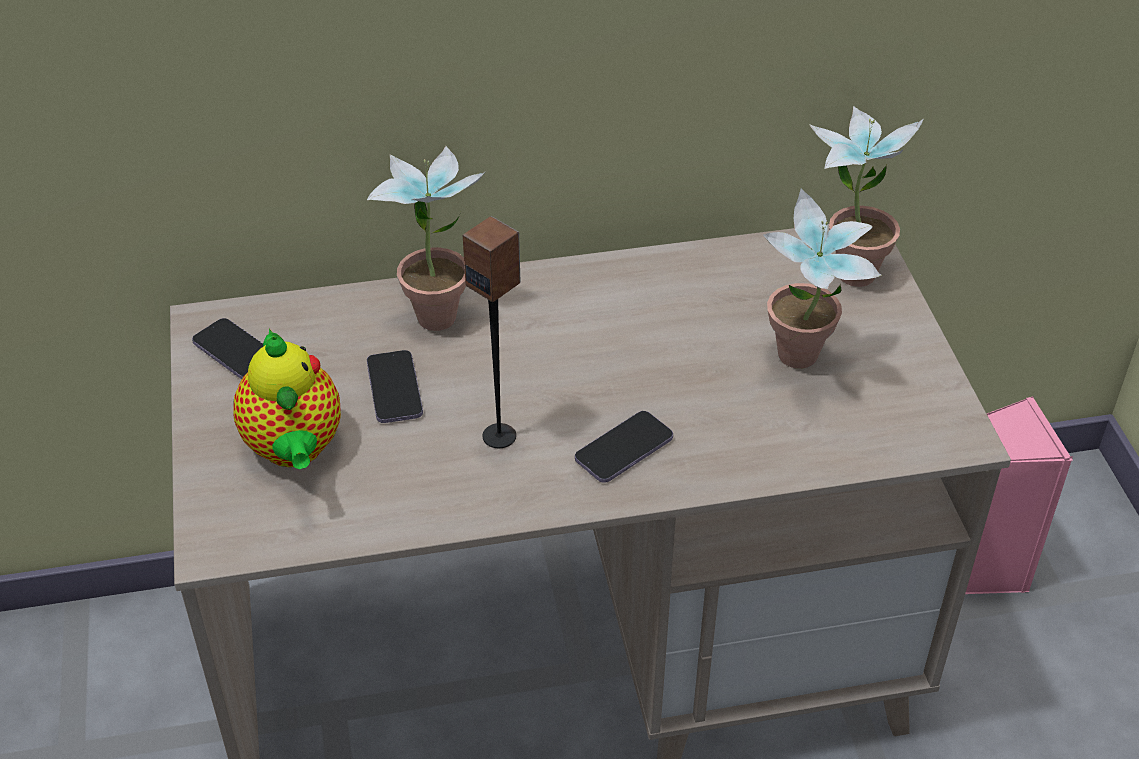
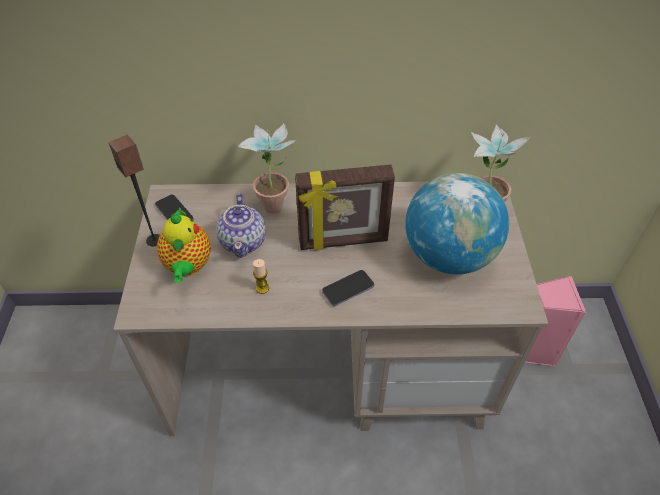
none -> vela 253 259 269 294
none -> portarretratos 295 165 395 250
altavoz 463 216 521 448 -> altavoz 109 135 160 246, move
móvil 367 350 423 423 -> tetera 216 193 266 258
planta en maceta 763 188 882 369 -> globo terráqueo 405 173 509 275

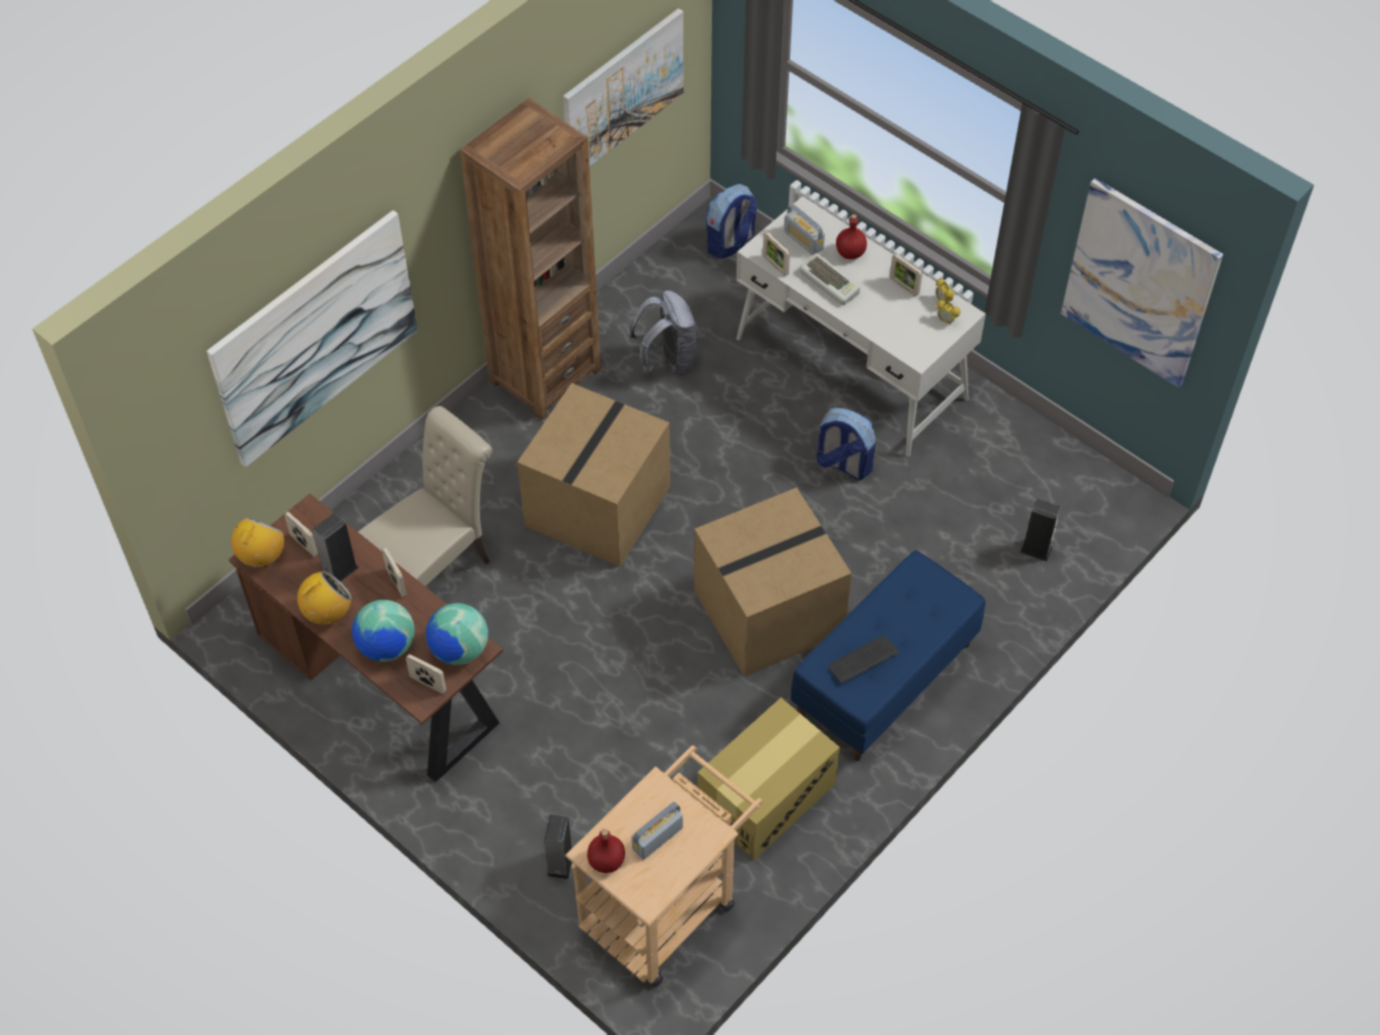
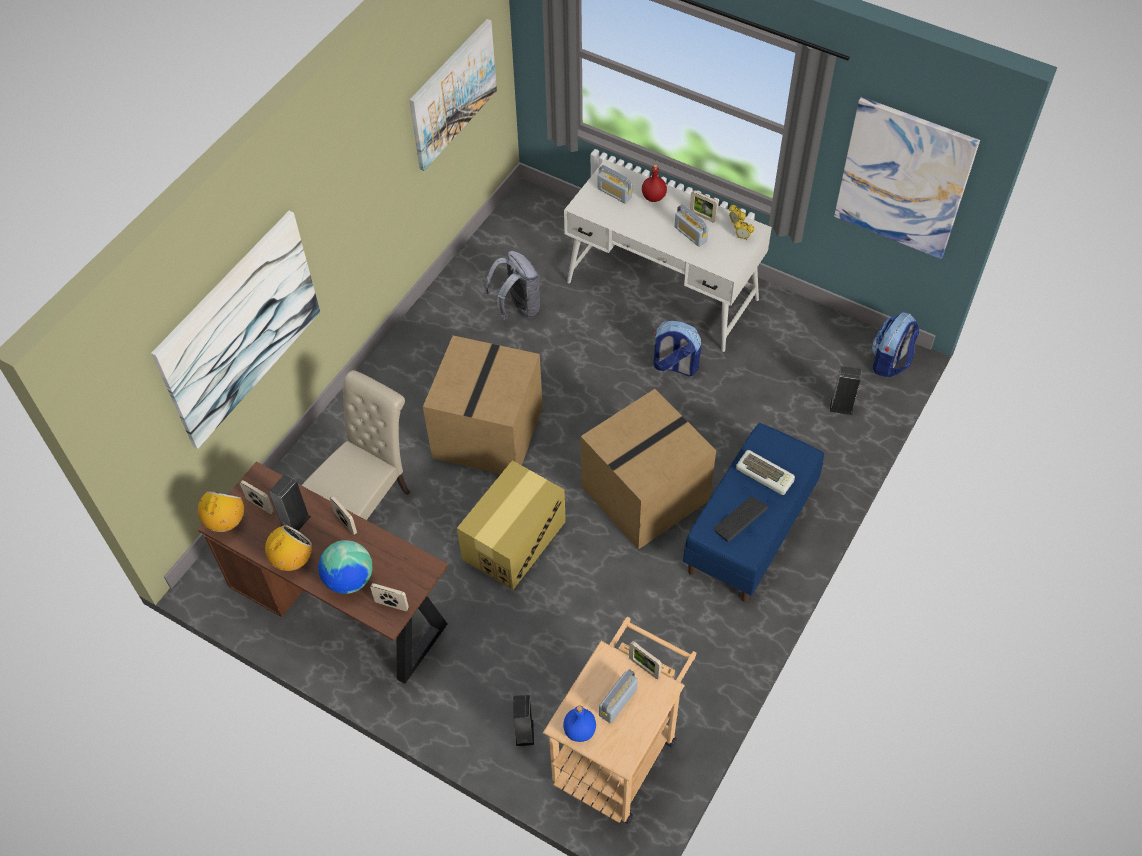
globo terráqueo 426 603 488 665 -> none
estantería (marrón) 460 98 601 421 -> none
none -> radio 674 204 709 247
caja de cartón 698 698 840 860 -> caja de cartón 457 460 566 590, move
mochila 707 184 757 259 -> mochila 872 312 919 377, move
portarretratos 763 232 790 276 -> portarretratos 629 641 662 679, move
teclado 799 253 860 305 -> teclado 736 450 795 495, move
botella (rojo) 587 829 625 873 -> botella (azul) 563 706 596 742

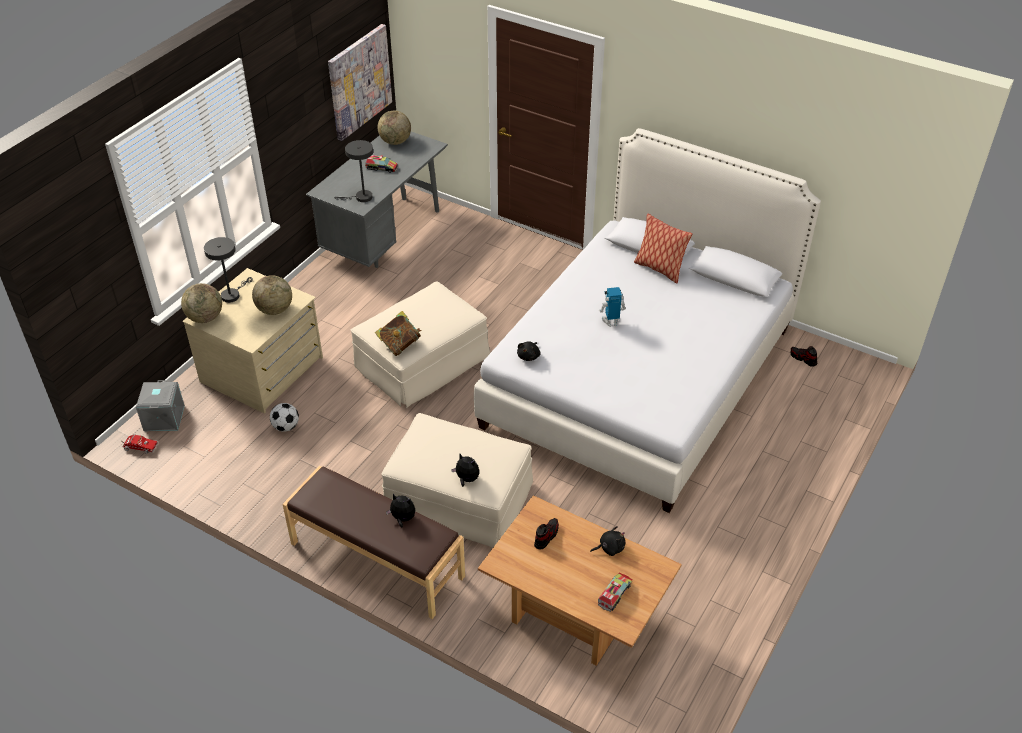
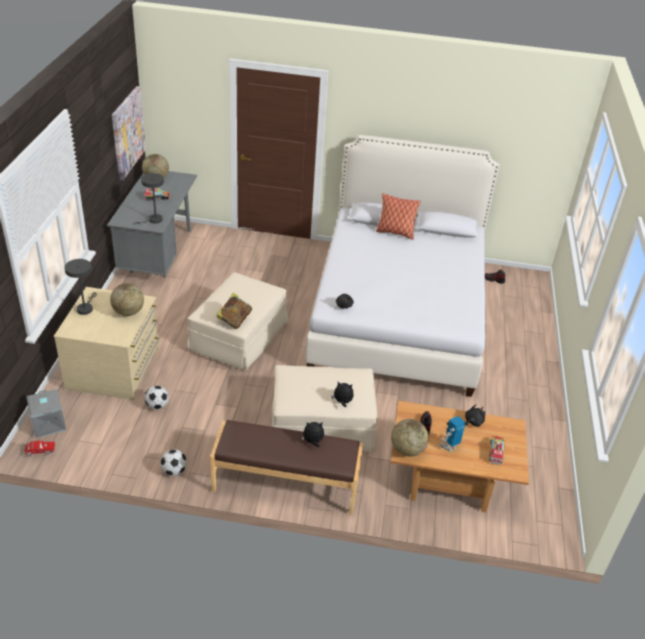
none -> balón de fútbol 161 449 187 476
globo terráqueo 181 283 222 323 -> globo terráqueo 391 419 429 457, move
robot de juguete 599 287 626 327 -> robot de juguete 439 416 466 452, move

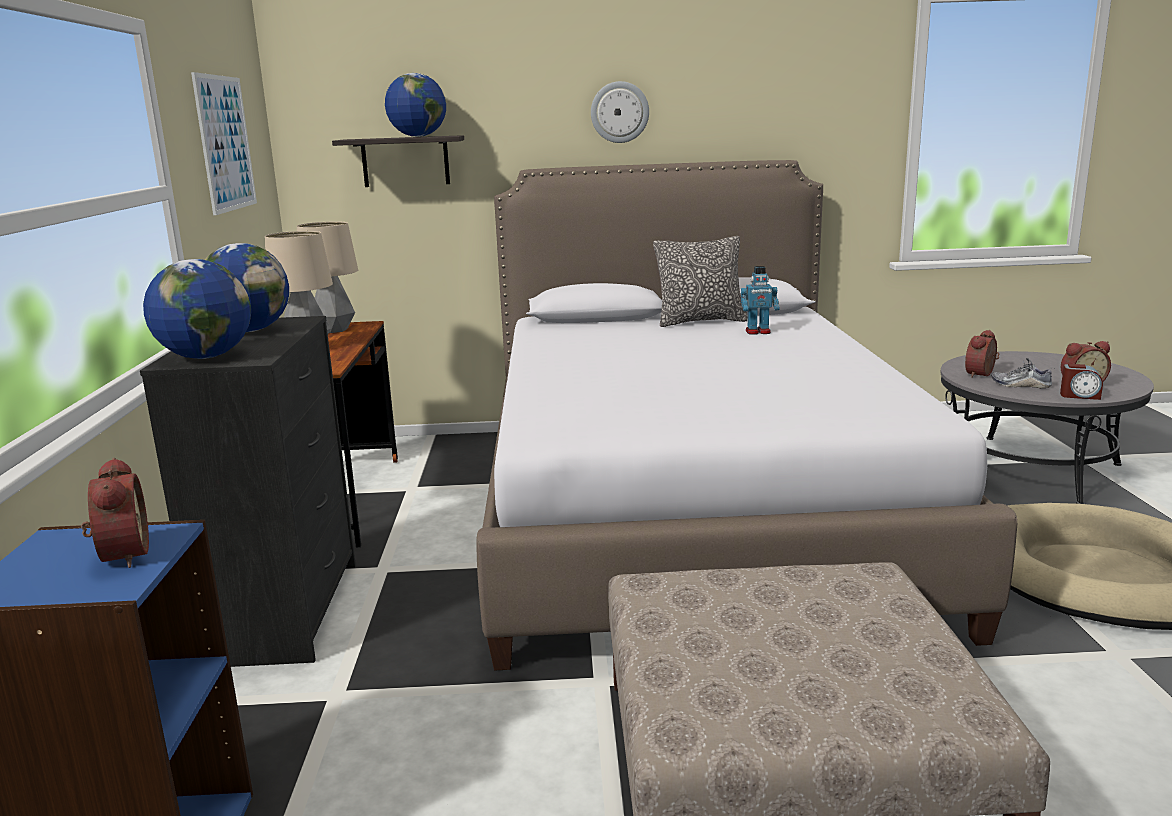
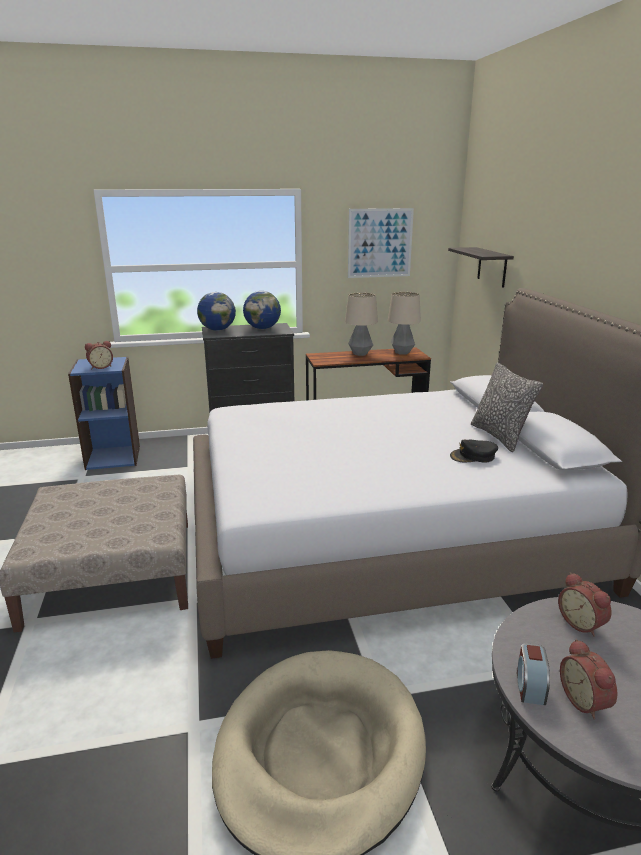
globo terráqueo 385 73 446 137 -> none
reloj de pared 591 81 649 143 -> none
zapato 992 358 1052 388 -> none
robot de juguete 741 266 780 335 -> gorra (negro) 450 440 498 463
despertador 965 330 1000 378 -> despertador 558 572 612 637, 150 degrees counterclockwise

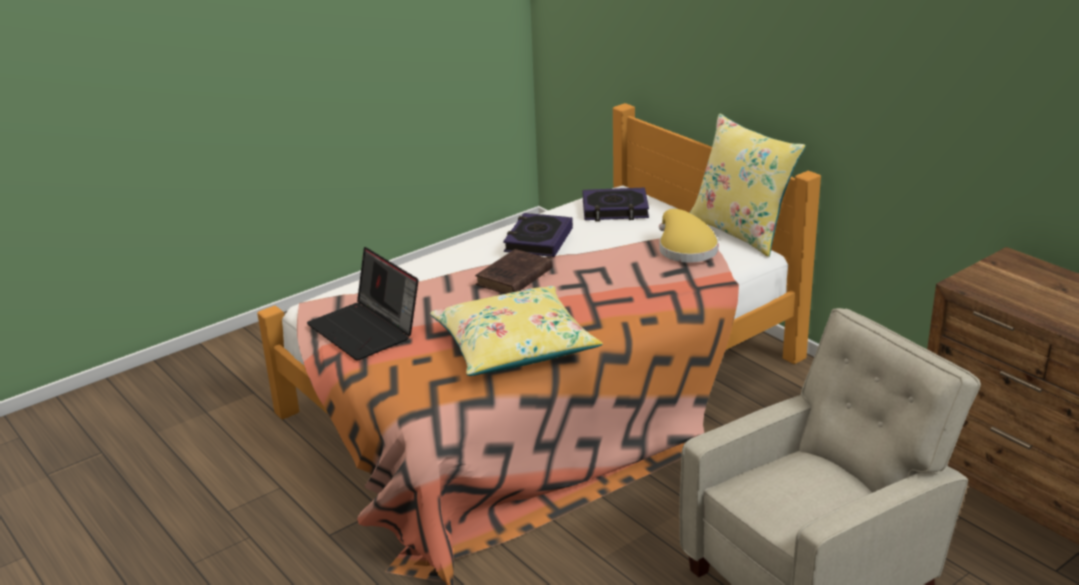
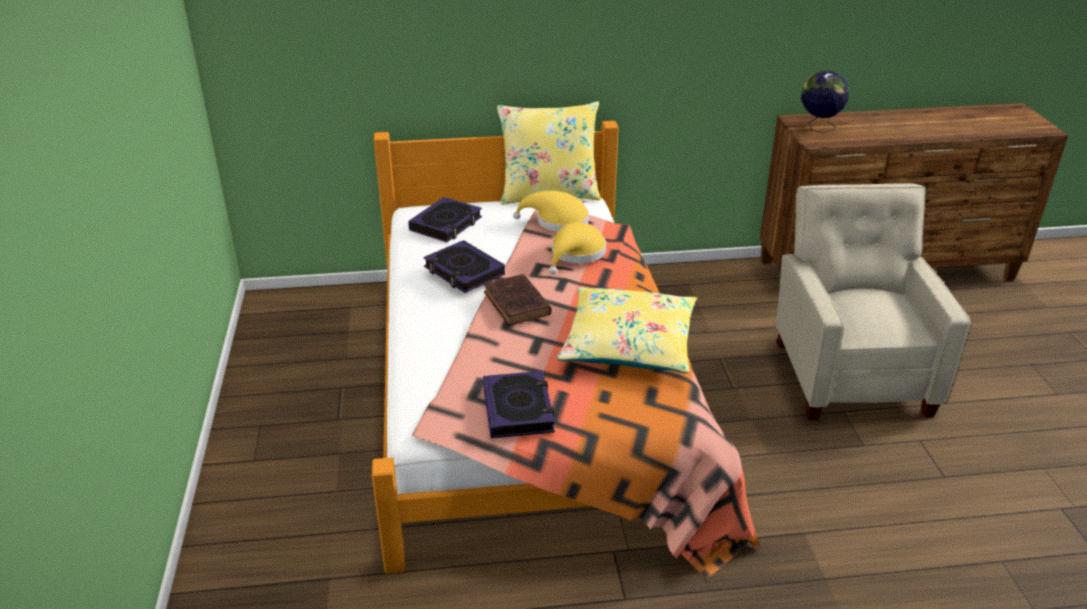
none -> sombrero (amarillo) 549 222 606 274
none -> globo terráqueo 801 70 849 132
portátil 307 247 419 361 -> libro 483 371 555 438

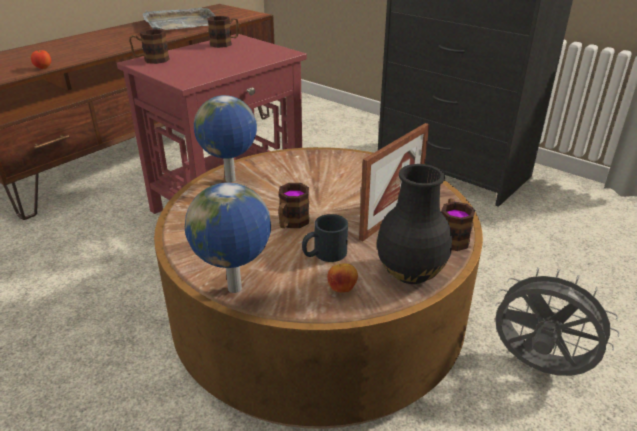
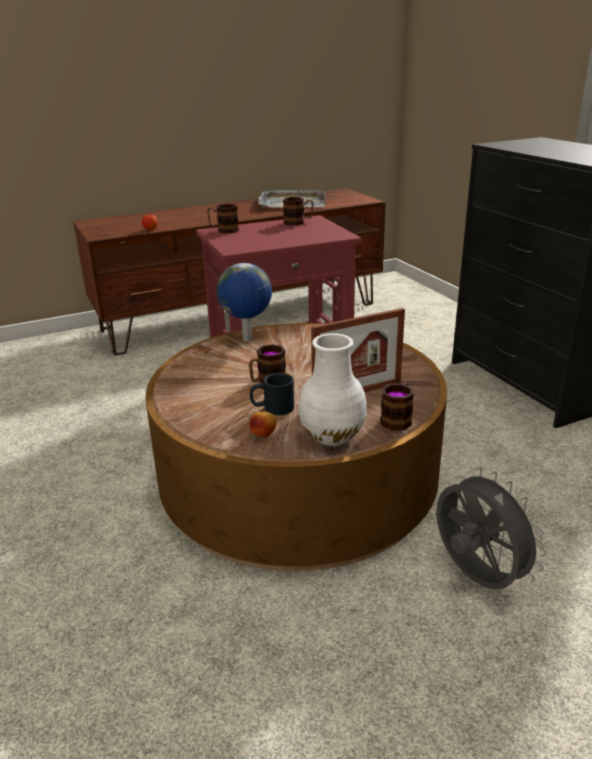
globo terráqueo 185 182 271 293 -> none
florero (negro) 377 164 452 284 -> florero (blanco) 298 333 367 446

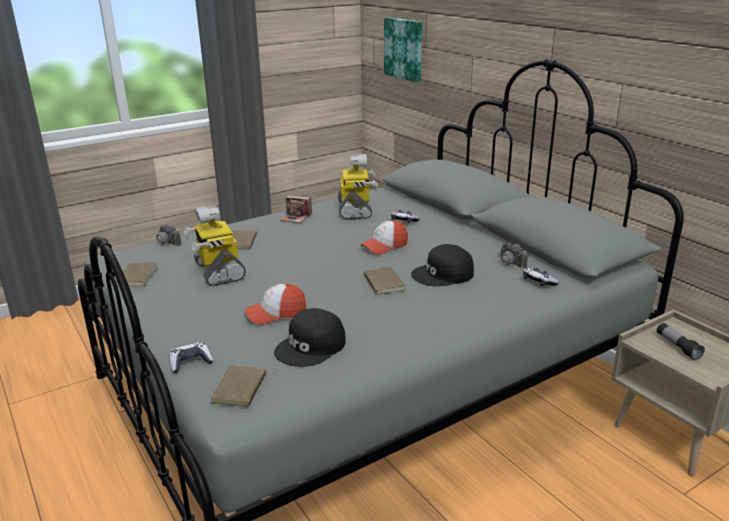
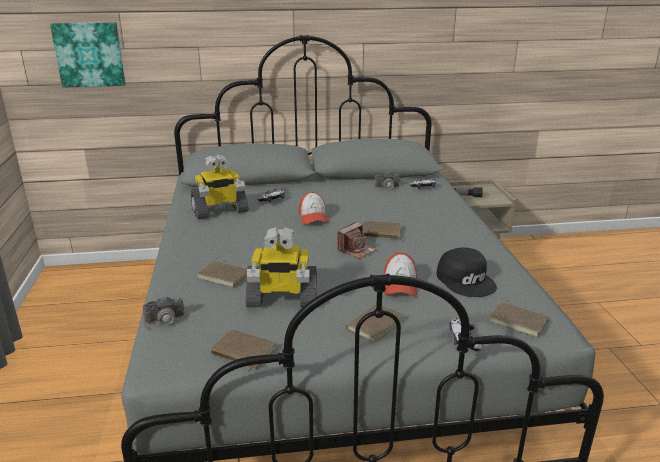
gorra (negro) 411 244 474 287 -> none
none -> libro (marrón) 340 305 404 343
cámara 280 195 312 223 -> cámara 337 222 377 259, move
robot de juguete 338 154 378 219 -> robot de juguete 191 154 249 220, 135 degrees clockwise

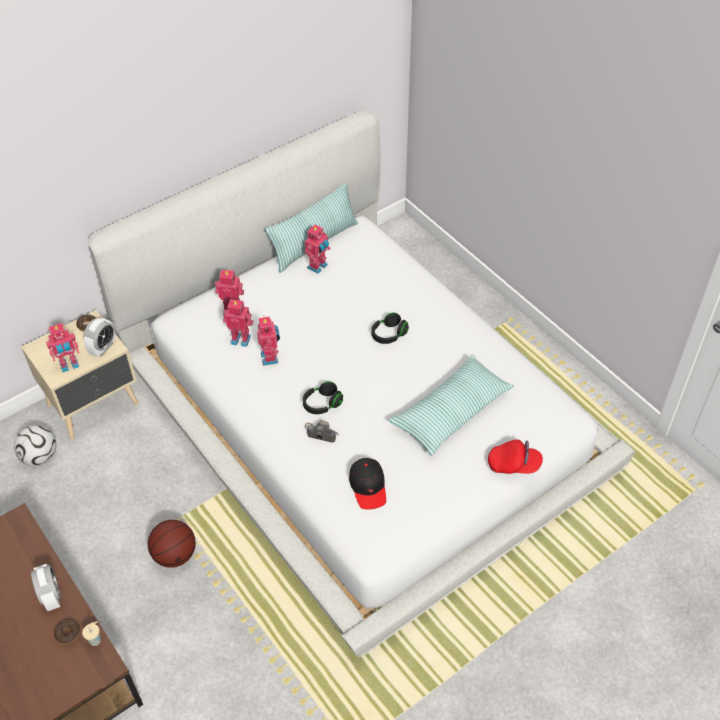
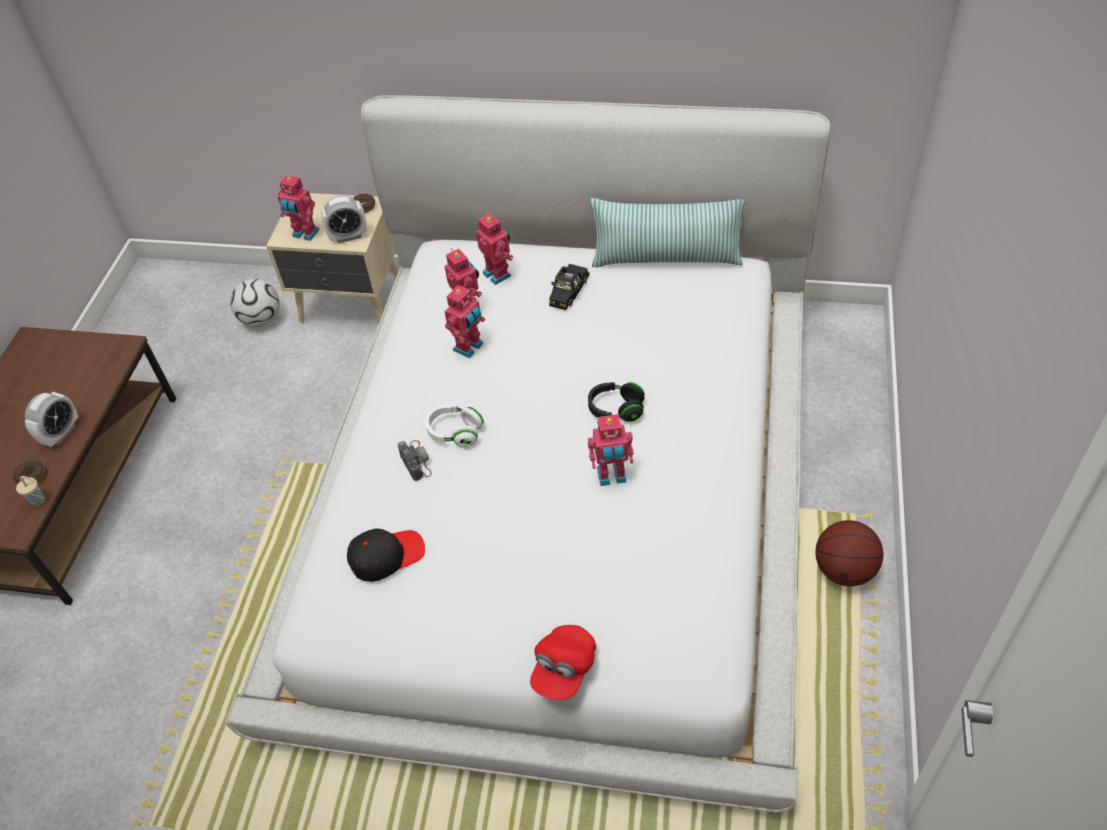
cojín 389 354 514 456 -> none
none -> coche de juguete (negro) 549 264 589 310
balón de baloncesto 148 520 196 568 -> balón de baloncesto 815 520 884 586, move
robot de juguete 304 224 330 274 -> robot de juguete 588 414 634 486, move
auriculares (negro) 303 381 343 414 -> auriculares (blanco) 425 405 484 447
gorra (negro) 349 458 386 509 -> gorra (negro) 347 528 425 582, 150 degrees counterclockwise
gorra (rojo) 488 439 543 474 -> gorra (rojo) 530 625 596 700, 60 degrees clockwise

